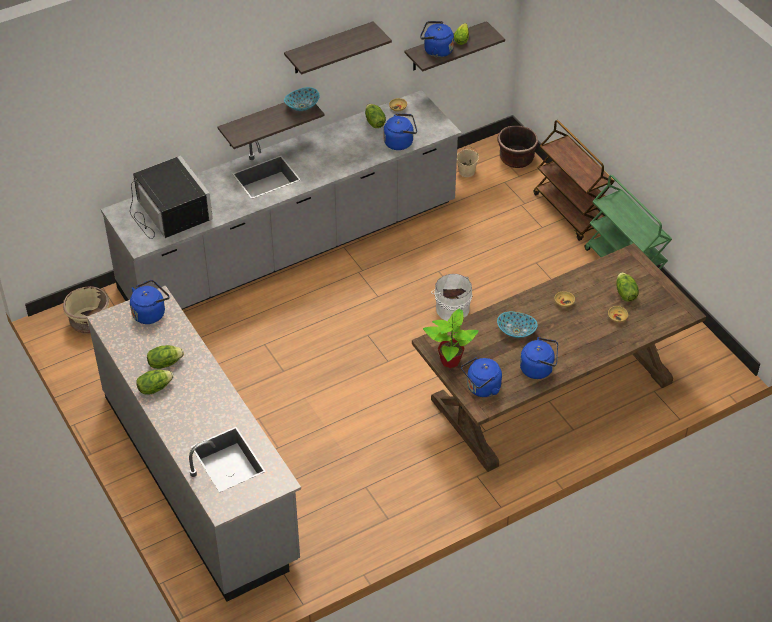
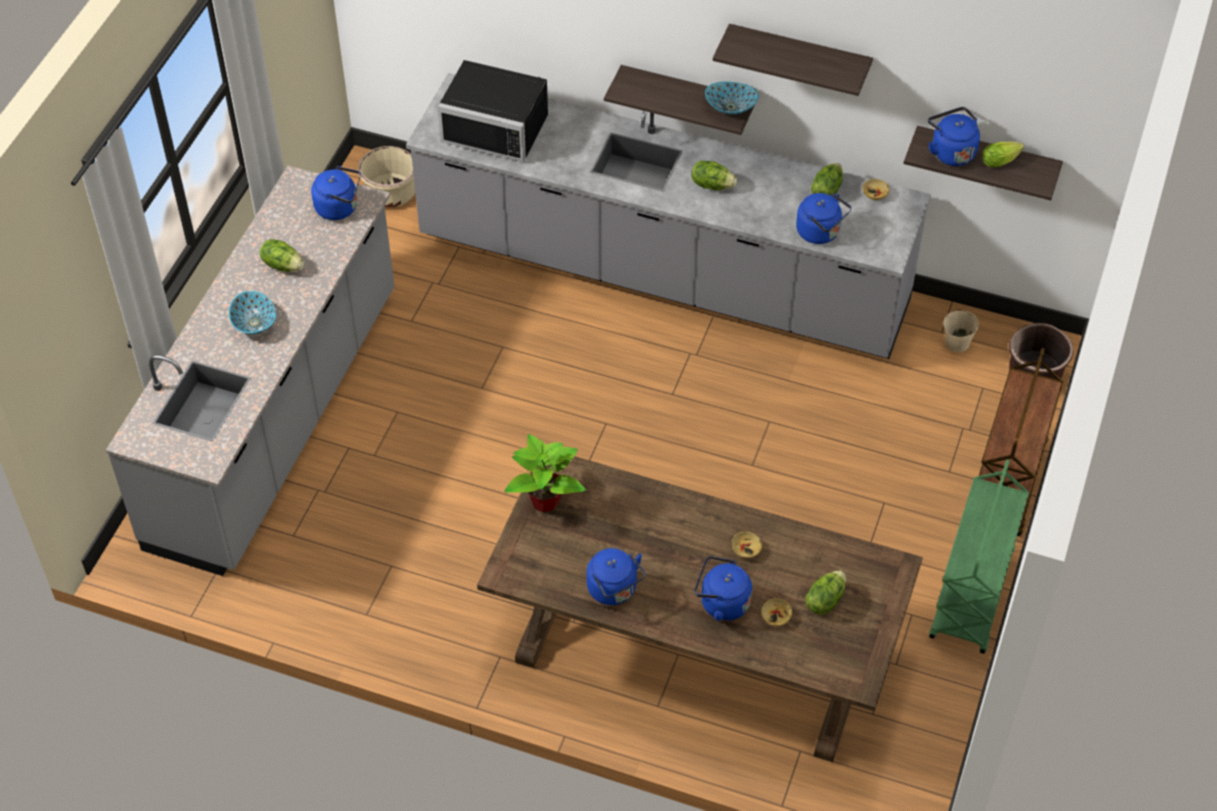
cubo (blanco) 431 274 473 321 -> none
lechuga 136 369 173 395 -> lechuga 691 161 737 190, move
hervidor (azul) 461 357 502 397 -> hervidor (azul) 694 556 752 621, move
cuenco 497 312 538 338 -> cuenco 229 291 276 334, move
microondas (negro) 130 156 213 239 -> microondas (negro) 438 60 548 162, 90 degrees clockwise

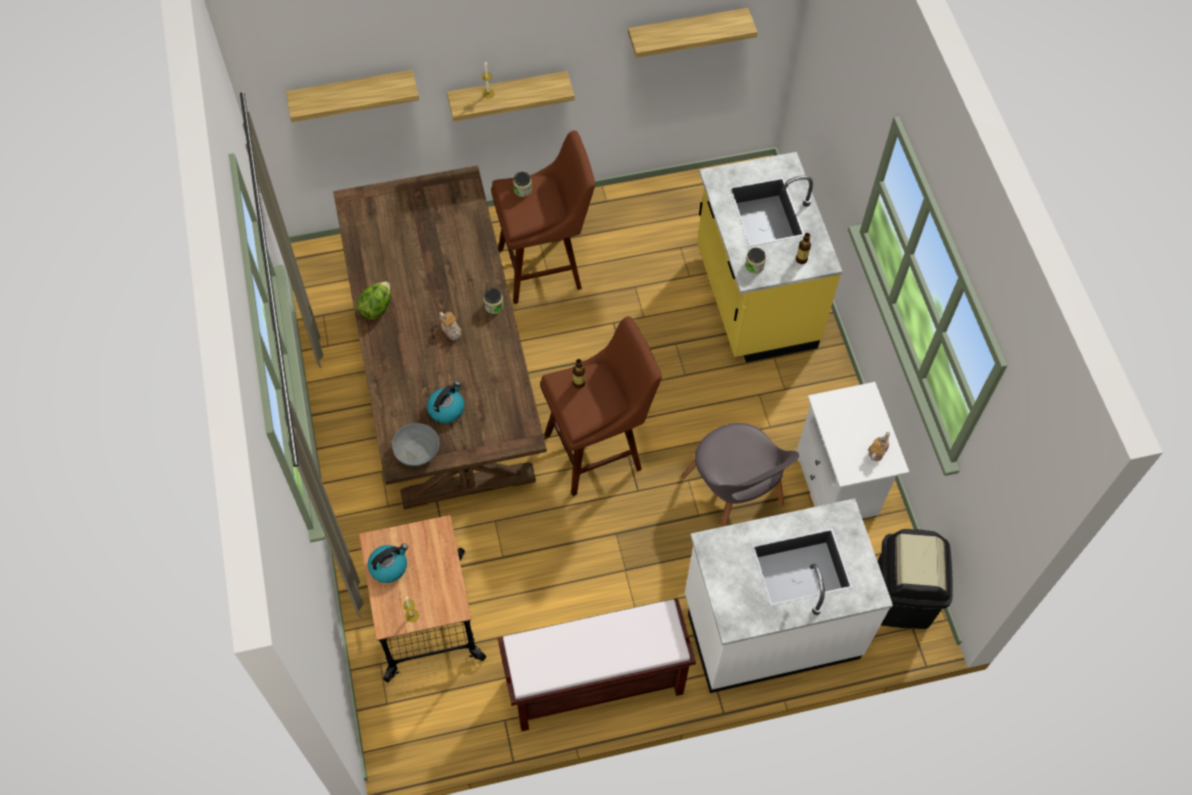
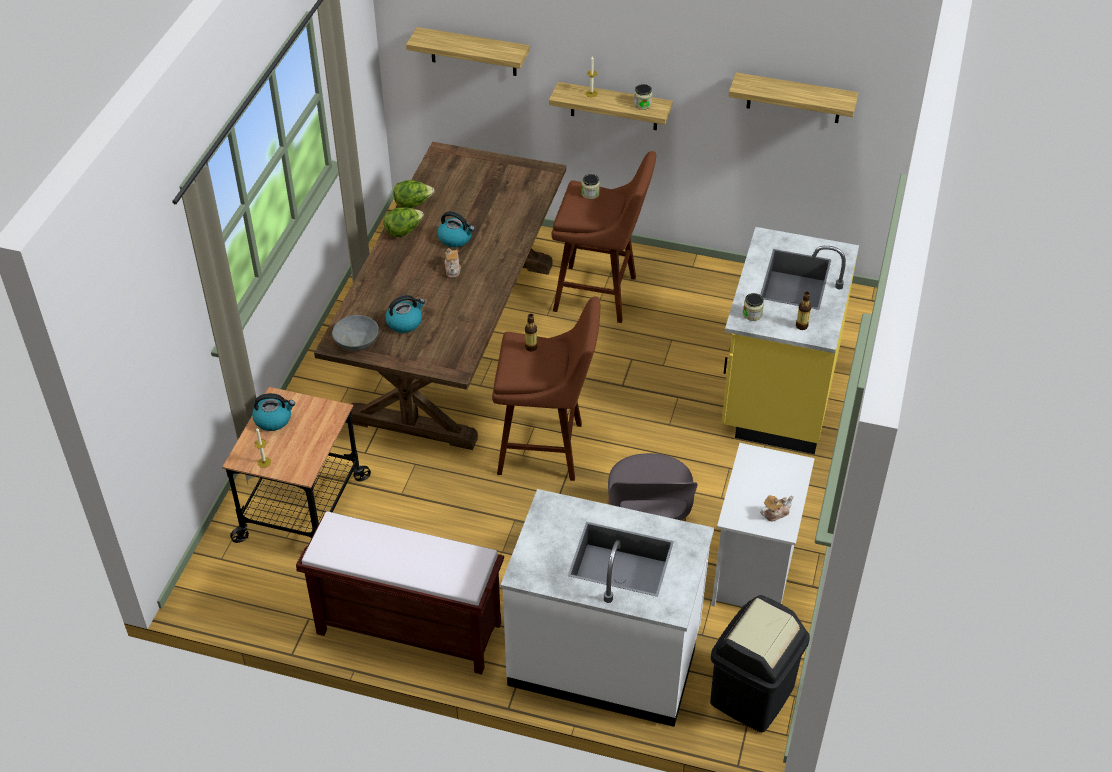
none -> lechuga 393 180 434 208
none -> hervidor 437 211 475 247
tarro 484 288 504 314 -> tarro 634 84 652 110, move

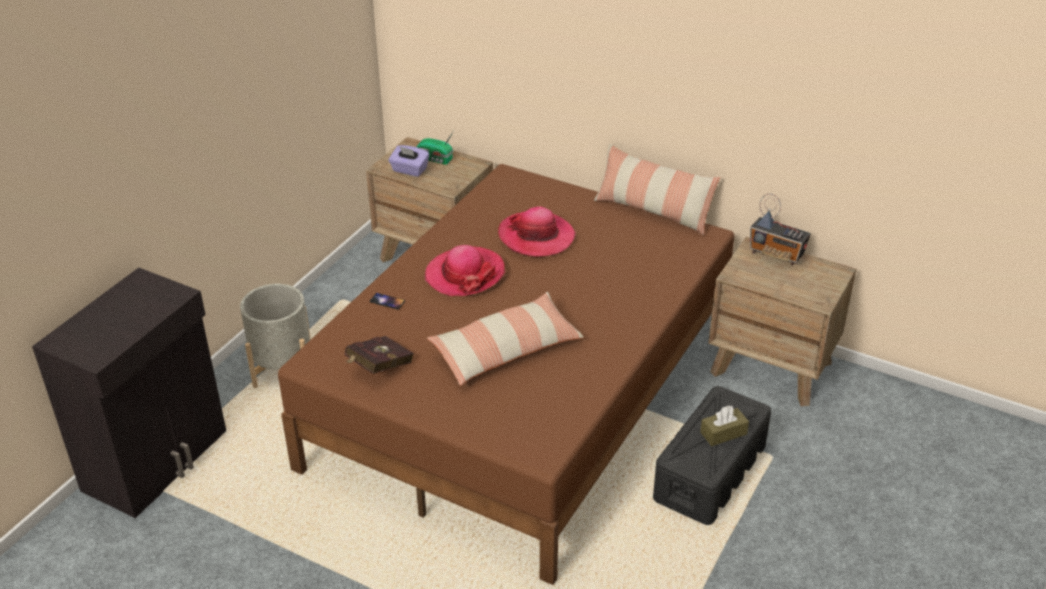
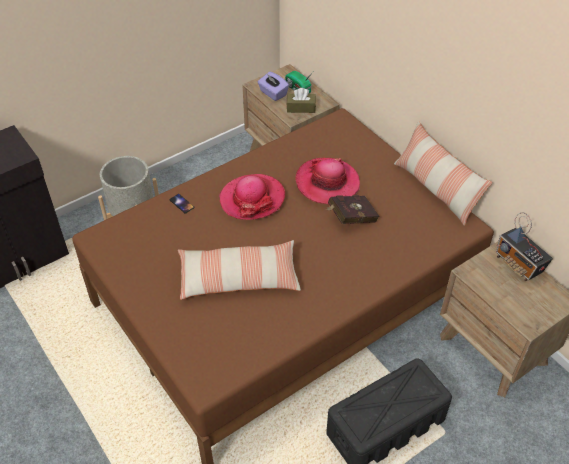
libro (rojo) 345 336 414 374 -> libro (rojo) 326 195 380 224, move
caja de pañuelos (marrón) 700 406 749 446 -> caja de pañuelos (marrón) 287 88 316 113, move

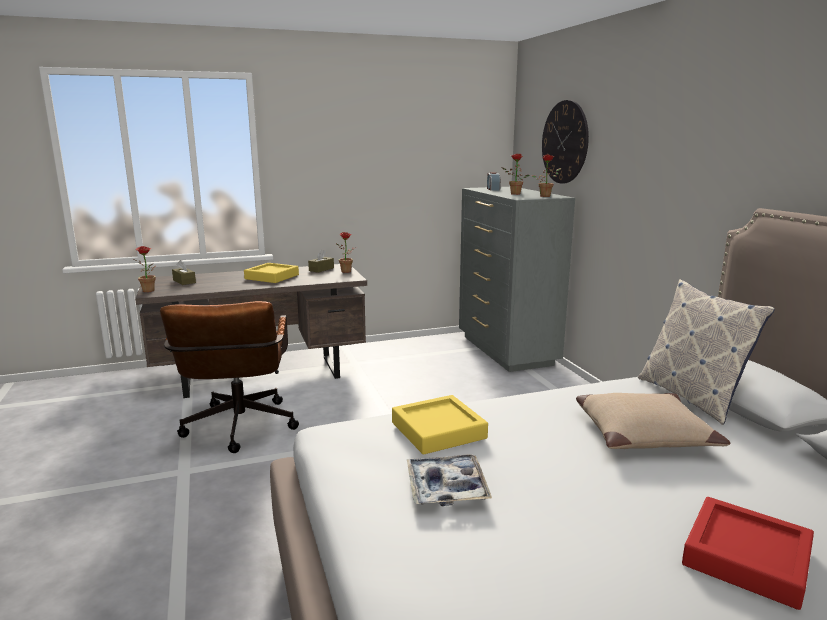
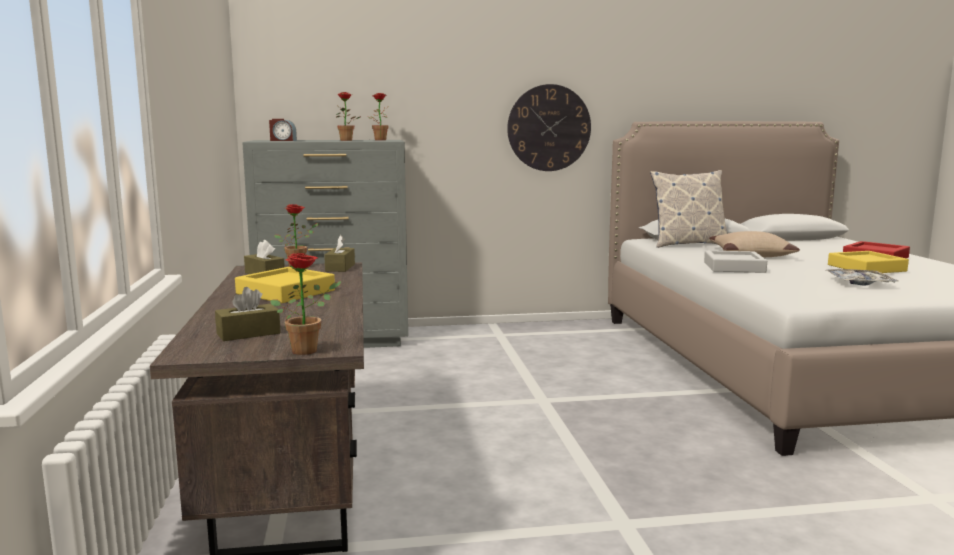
silla de oficina (marrón) 160 301 299 453 -> none
none -> caja de pañuelos (marrón) 324 235 355 272
none -> bandeja (gris) 704 250 767 273
bandeja (amarillo) 392 395 488 455 -> bandeja (amarillo) 828 251 909 273, move
reloj de pared 542 100 589 184 -> reloj de pared 507 84 591 171, move

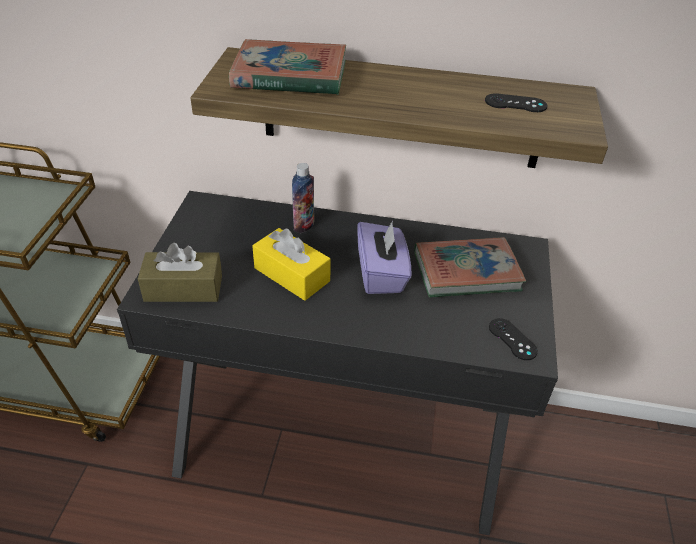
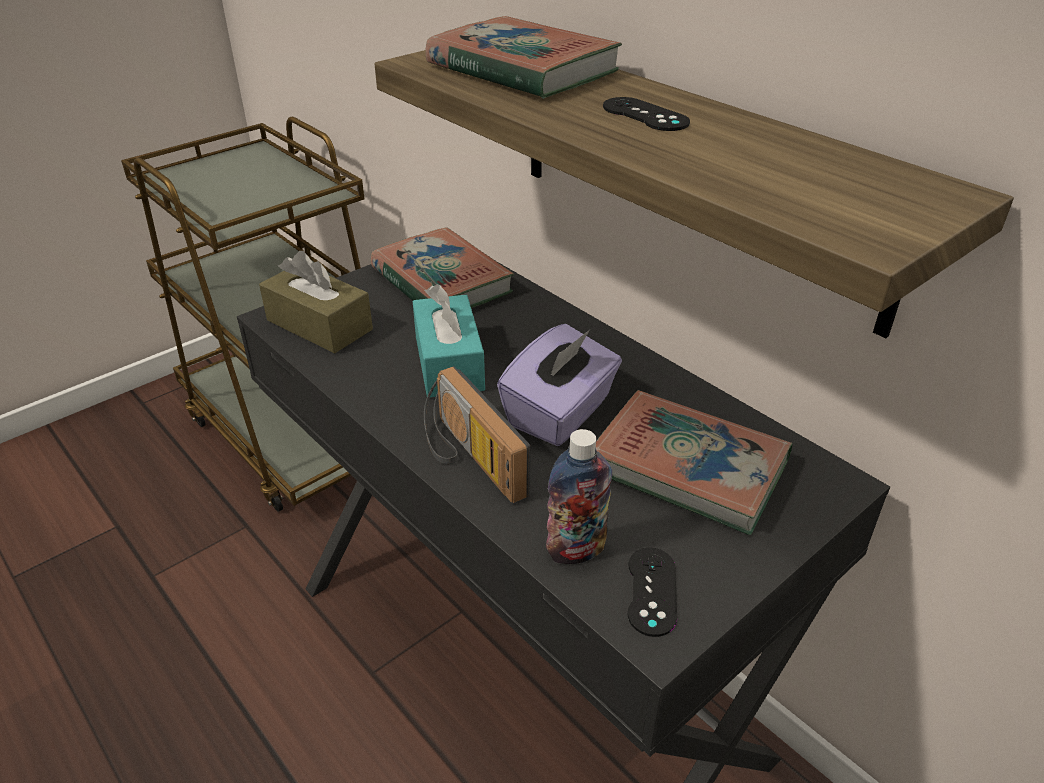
none -> libro 371 227 514 308
none -> radio 424 366 531 503
botella 292 163 314 233 -> botella 546 429 612 564, move
mando de consola (negro) 485 93 548 112 -> mando de consola (negro) 603 97 690 131, move
caja de pañuelos (amarillo) 252 228 331 301 -> caja de pañuelos (turquesa) 413 284 485 397

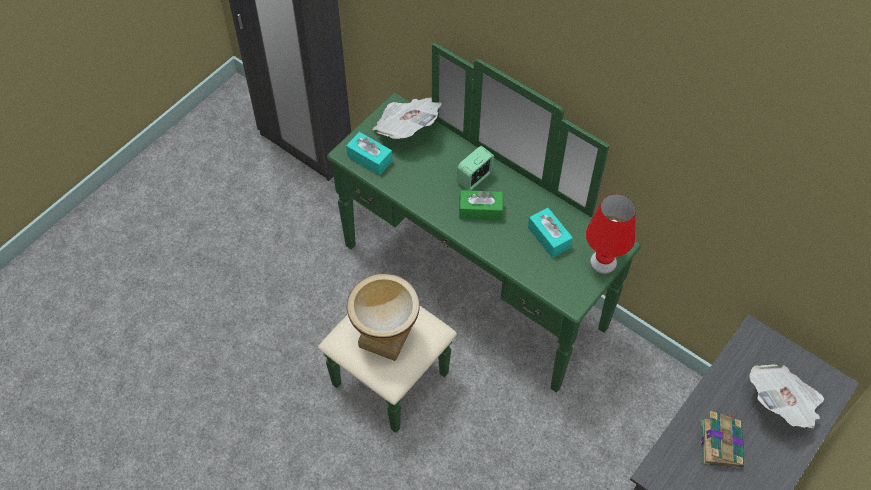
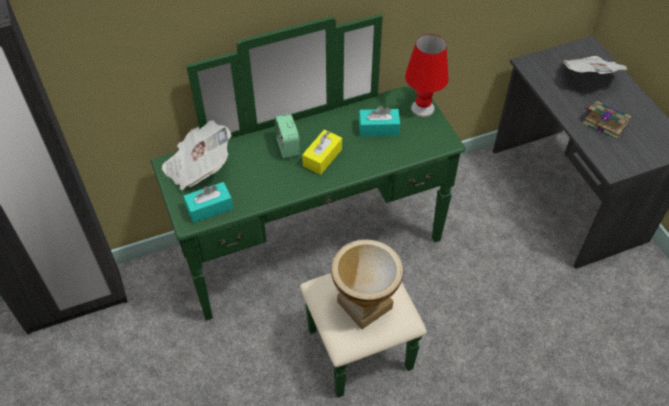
caja de pañuelos (verde) 459 190 503 221 -> caja de pañuelos (amarillo) 302 130 342 175

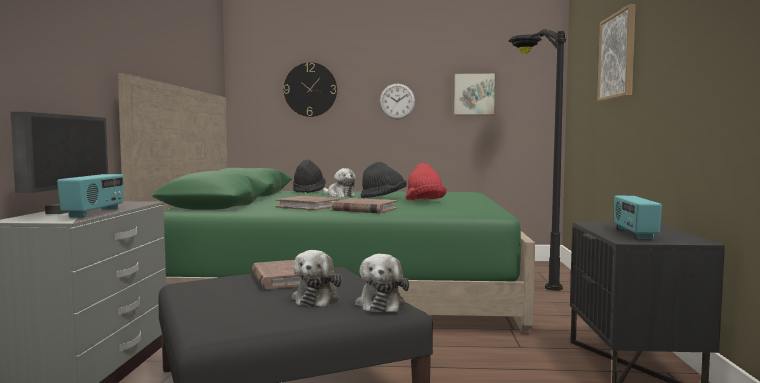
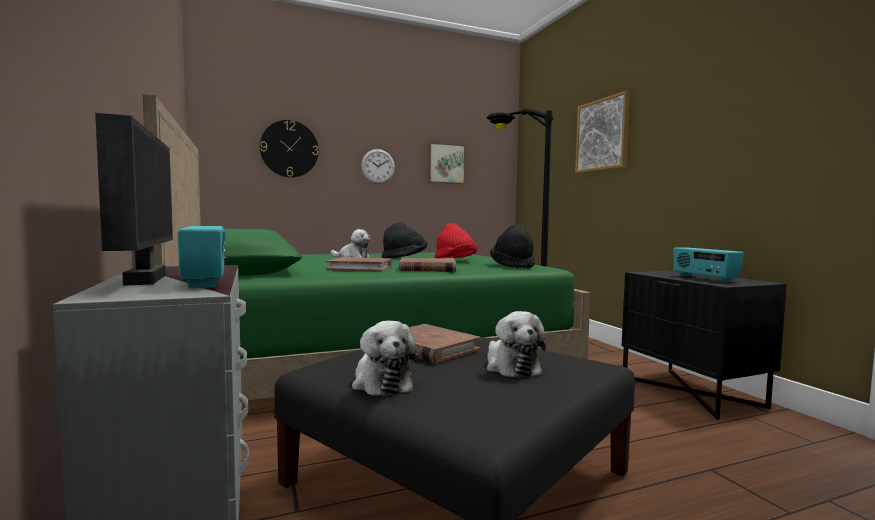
sombrero (negro) 293 160 326 193 -> sombrero (negro) 490 225 535 269, move
peluche 355 254 409 312 -> peluche 352 321 419 396, move

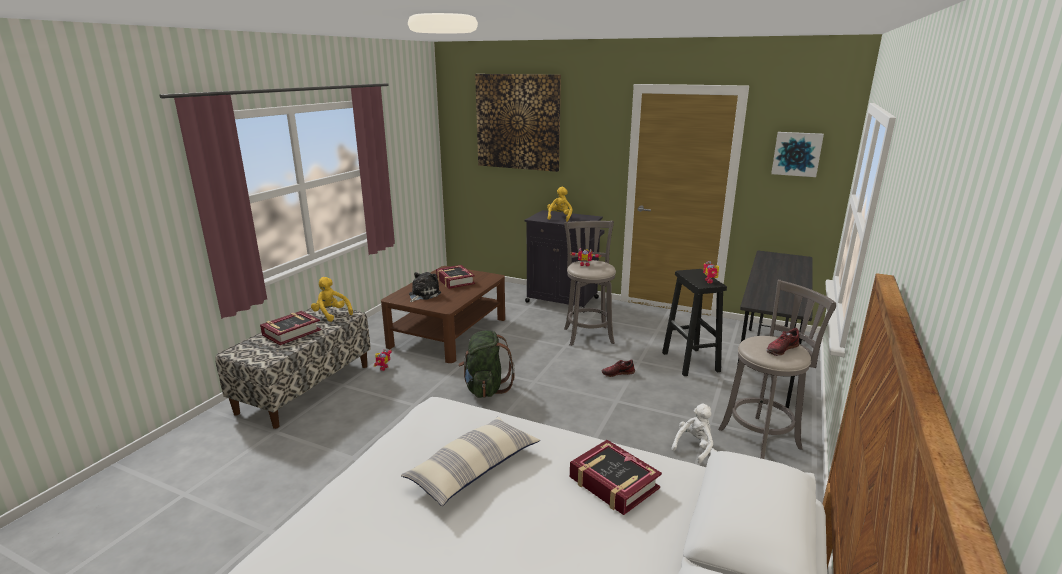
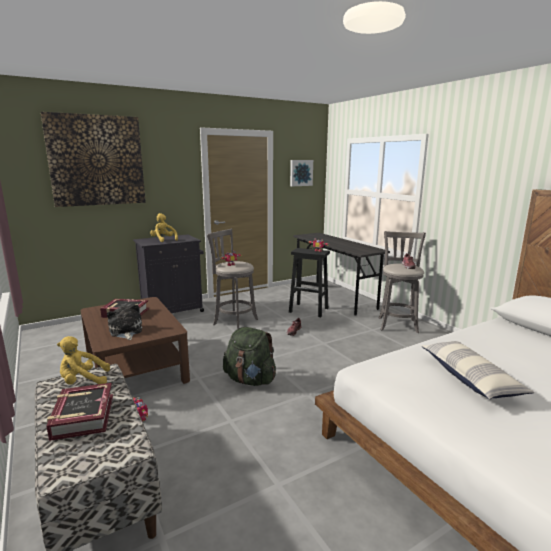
libro 570 440 662 515 -> none
peluche (blanco) 671 404 713 464 -> none

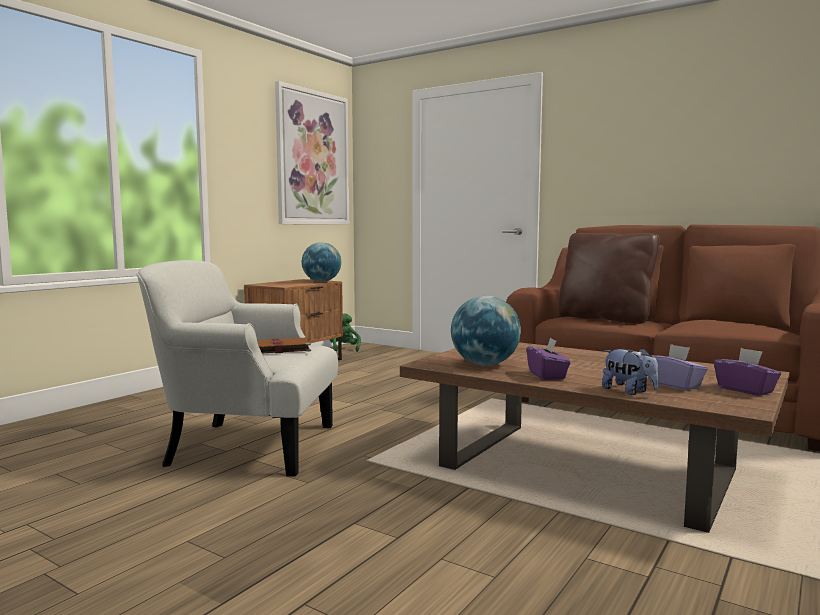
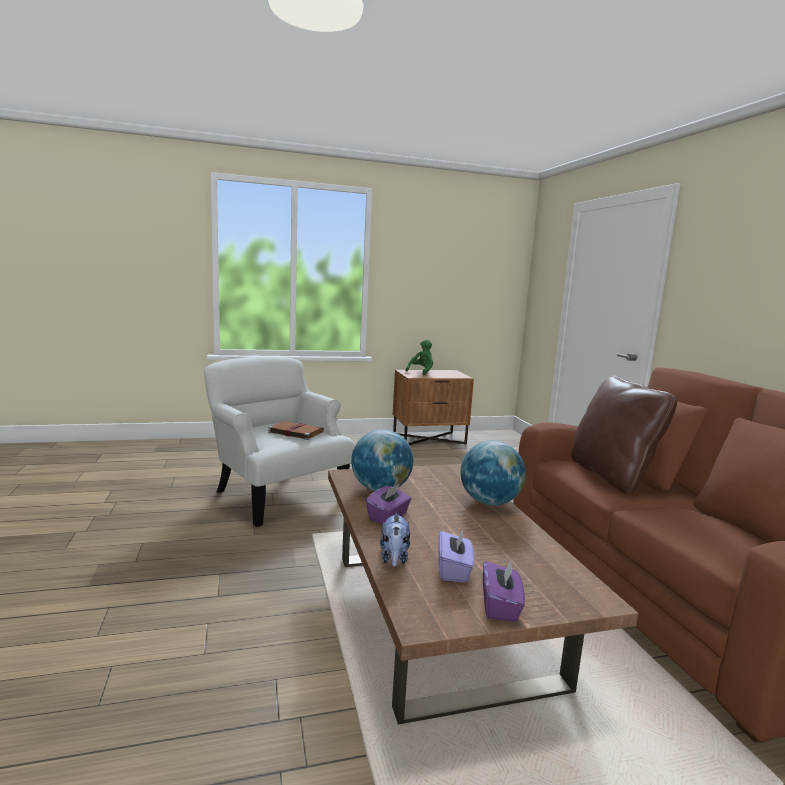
cuadro 275 81 349 225 -> none
globo terráqueo 302 242 341 282 -> globo terráqueo 460 440 526 506, move
peluche (verde) 329 313 361 352 -> peluche (verde) 405 339 433 375, move

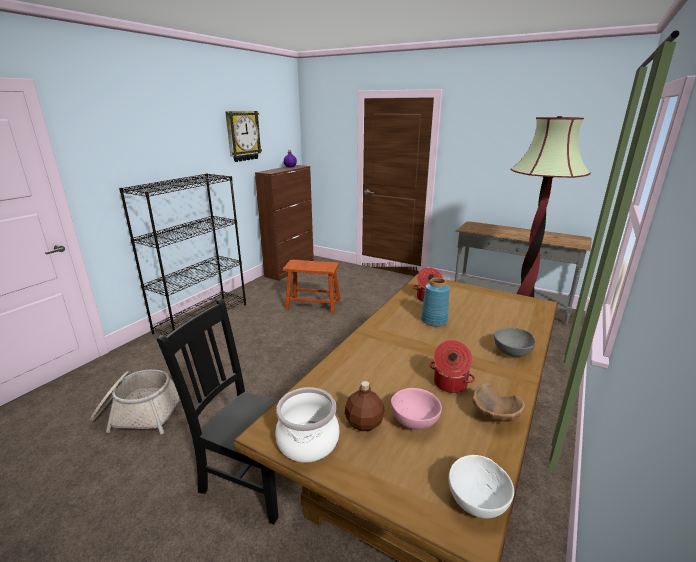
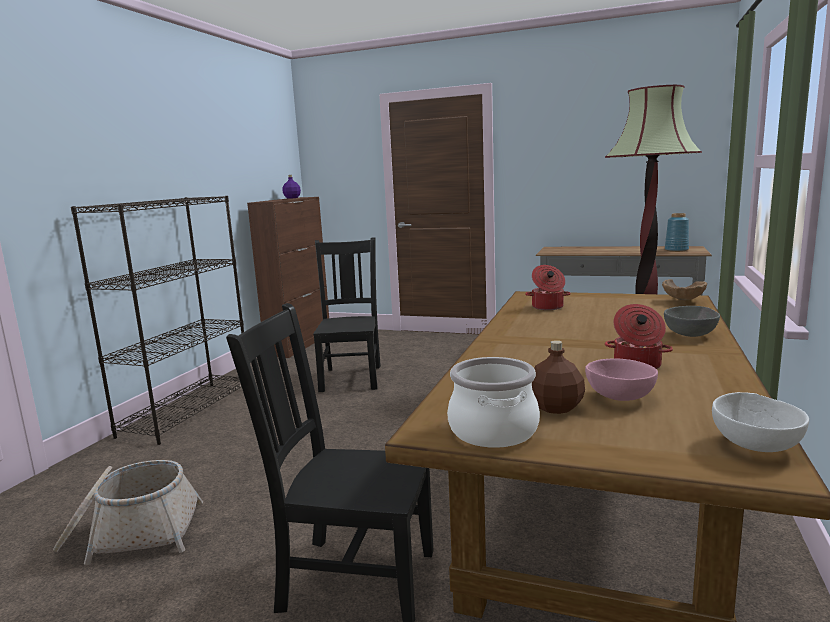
reloj de pared 225 111 262 162 -> none
florero (azul) 421 278 450 326 -> florero (azul) 665 213 689 252, move
cuenco (marrón) 472 383 525 422 -> cuenco (marrón) 662 279 707 301, move
taburete (marrón) 283 260 341 314 -> silla (negro) 313 237 381 392

